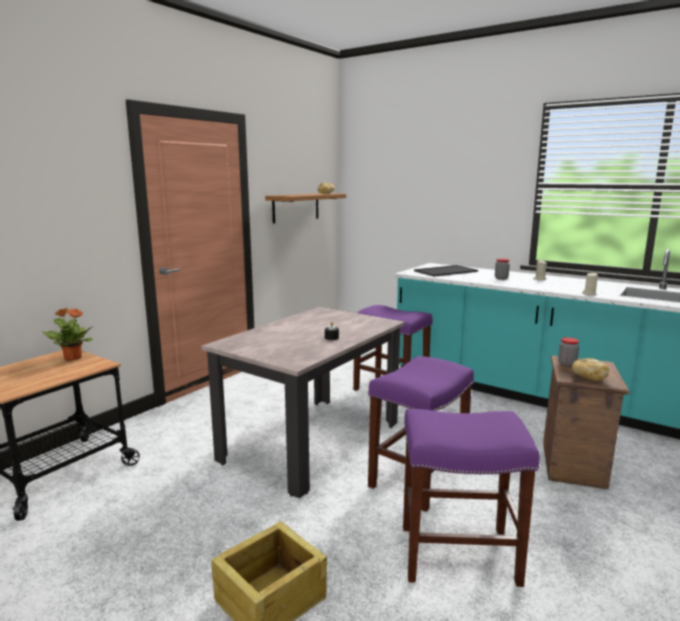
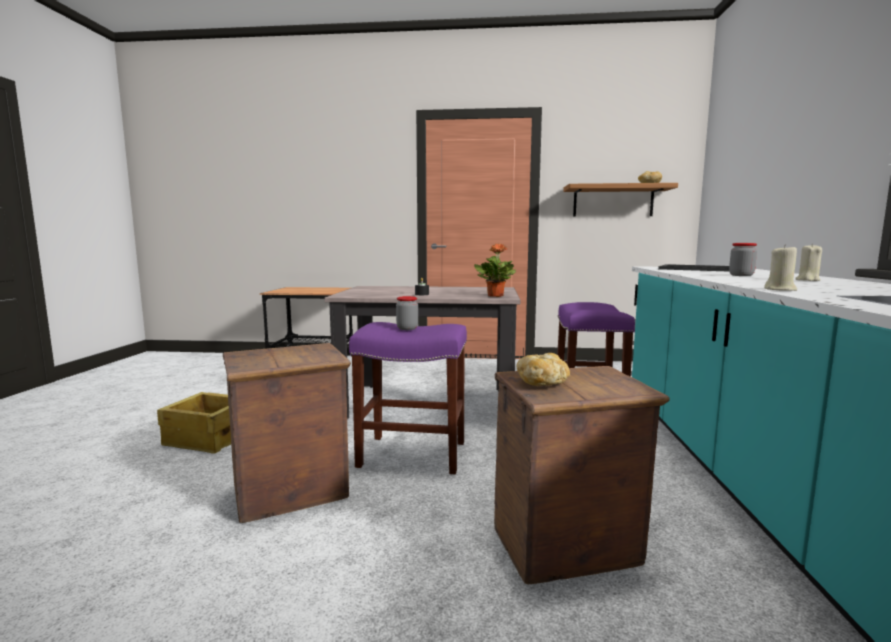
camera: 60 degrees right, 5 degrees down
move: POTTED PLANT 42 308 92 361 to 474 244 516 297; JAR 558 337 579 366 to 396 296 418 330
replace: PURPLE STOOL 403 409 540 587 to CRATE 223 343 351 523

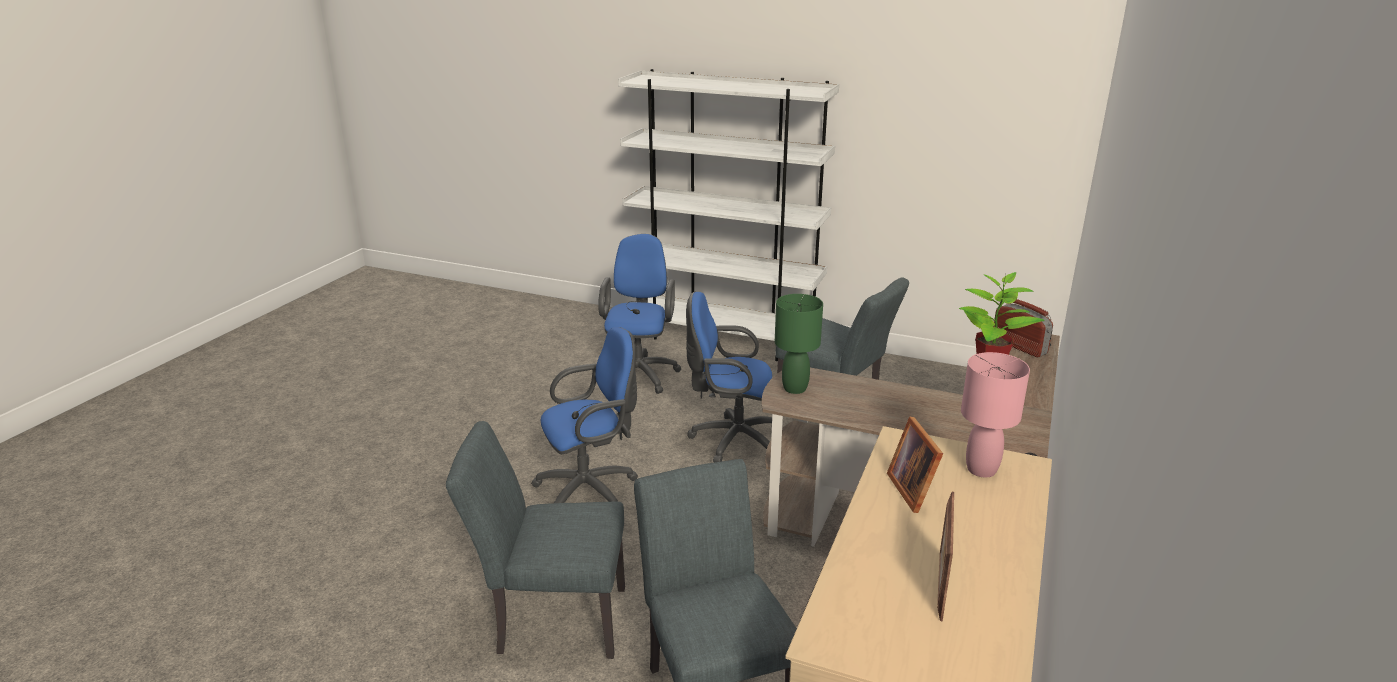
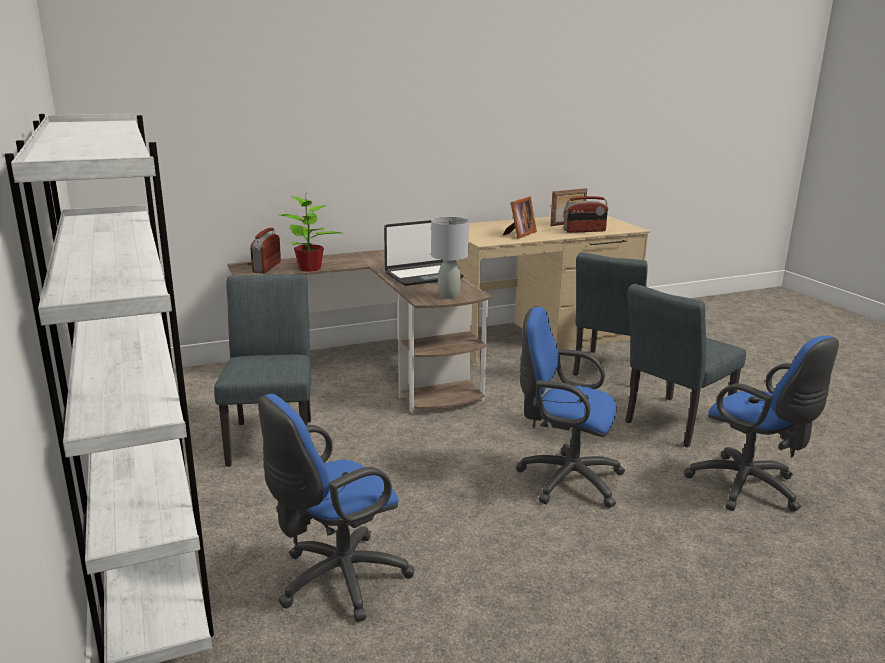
camera: 135 degrees left, 5 degrees down
delete: PINK TABLE LAMP 961 352 1030 477
insert: RADIO 564 196 608 233; LAPTOP 384 220 463 286
move: BLUE OFFICE CHAIR 686 291 772 463 to 684 336 839 512
recolor: GREEN TABLE LAMP 775 294 823 394 to GREY TABLE LAMP 431 217 469 299
rotate: GREY CHAIR 446 421 625 659 = 625 284 746 448 90 degrees clockwise

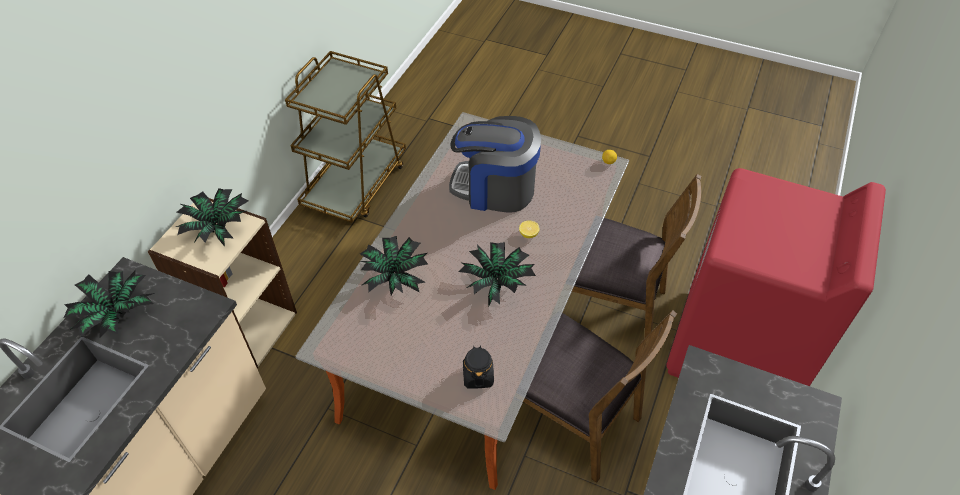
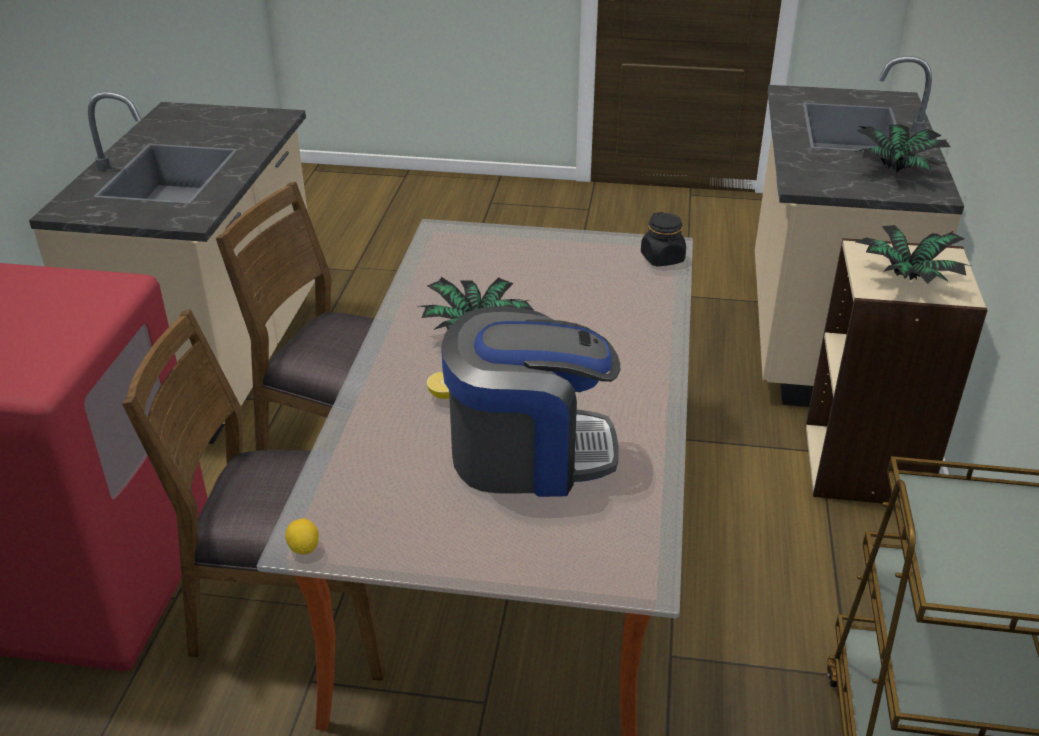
camera: 165 degrees right, 15 degrees down
delete: POTTED PLANT 360 236 428 295
move: BLACK JAR 463 345 494 389 to 641 212 686 267

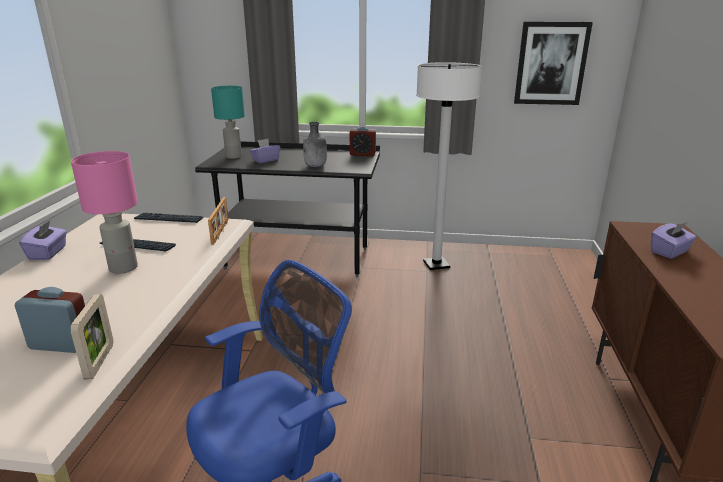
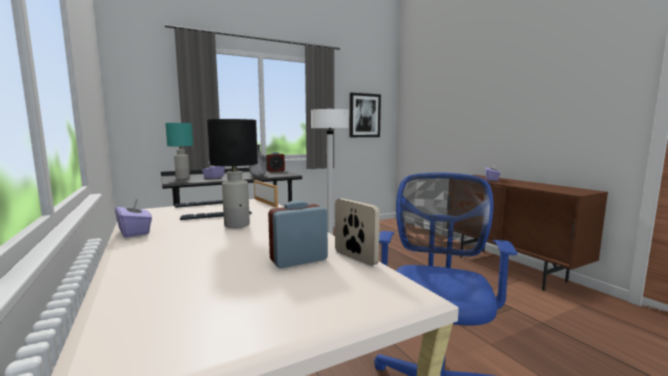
camera: 35 degrees left, 15 degrees down
recolor: PINK TABLE LAMP 71 151 138 274 to BLACK TABLE LAMP 207 119 258 228

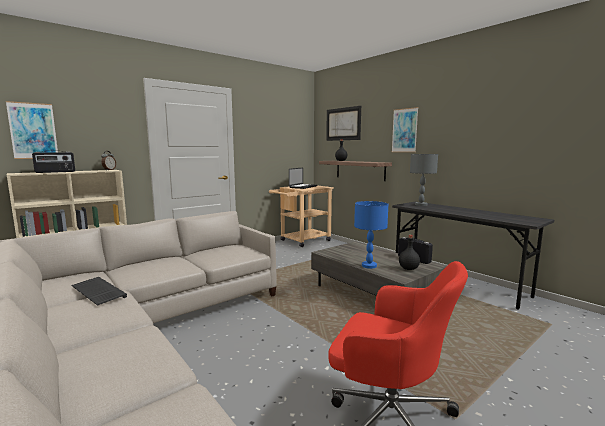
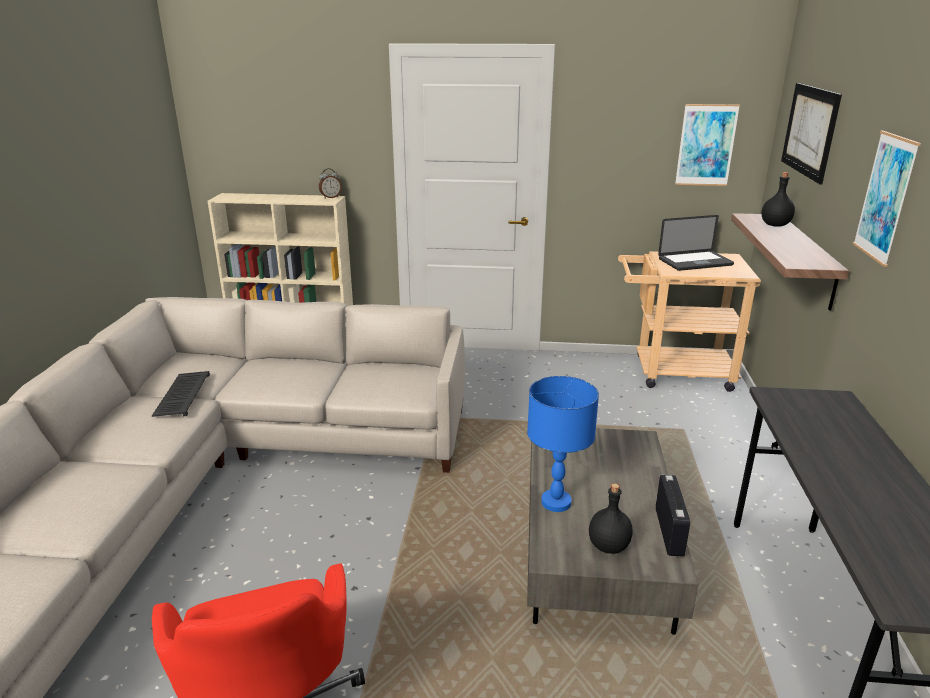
camera: 45 degrees right, 15 degrees up
delete: RADIO 32 151 75 173; GREY TABLE LAMP 410 154 438 206
move: PICTURE 6 101 58 159 to 675 104 740 186

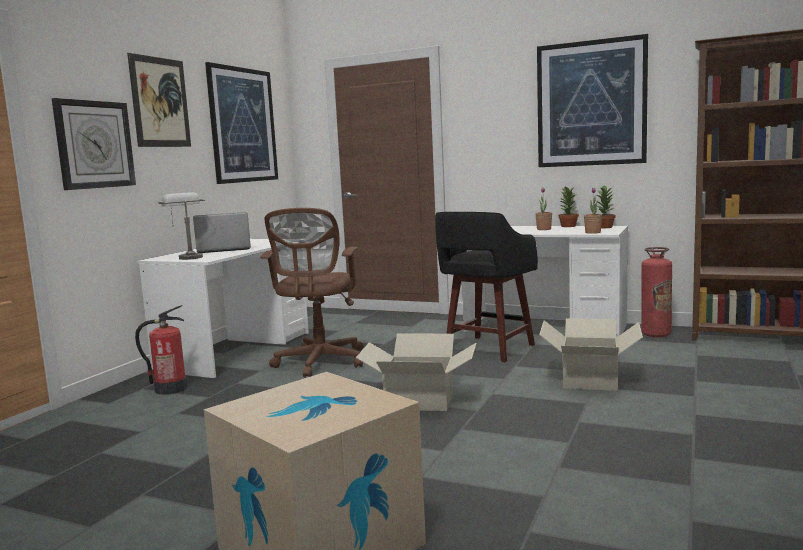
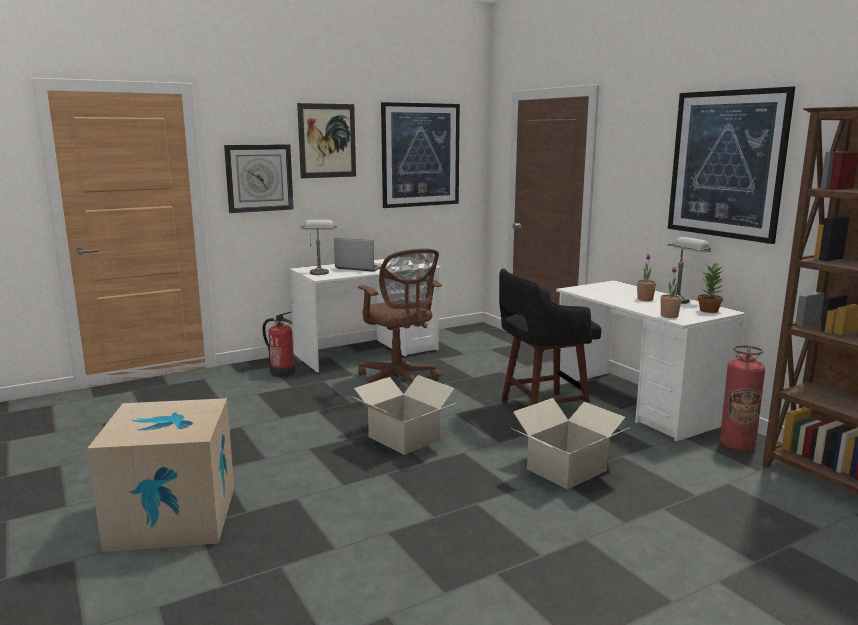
camera: 35 degrees right, 5 degrees up
replace: POTTED PLANT 558 187 579 227 to GREY TABLE LAMP 667 237 711 304
rotate: BROWN OFFICE CHAIR 261 208 363 378 = 358 248 442 383 75 degrees counterclockwise

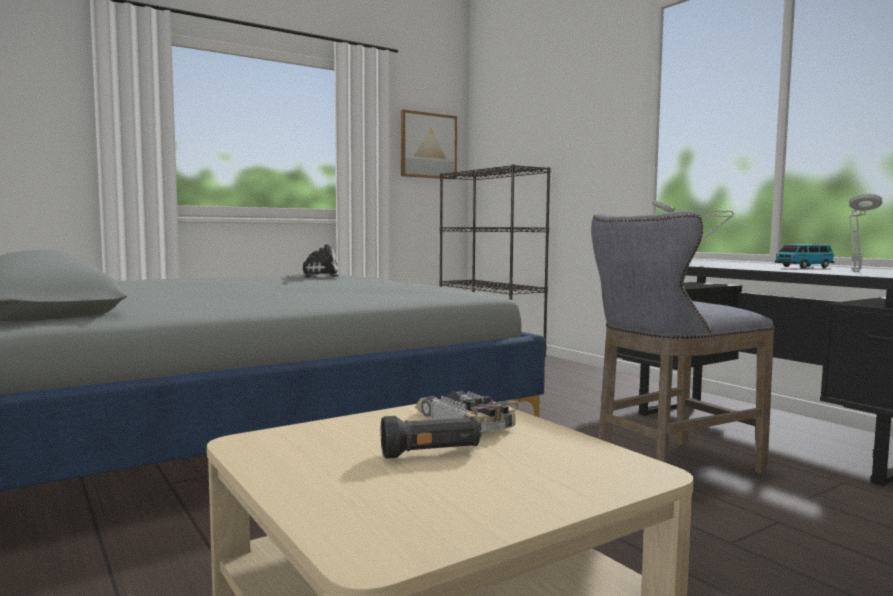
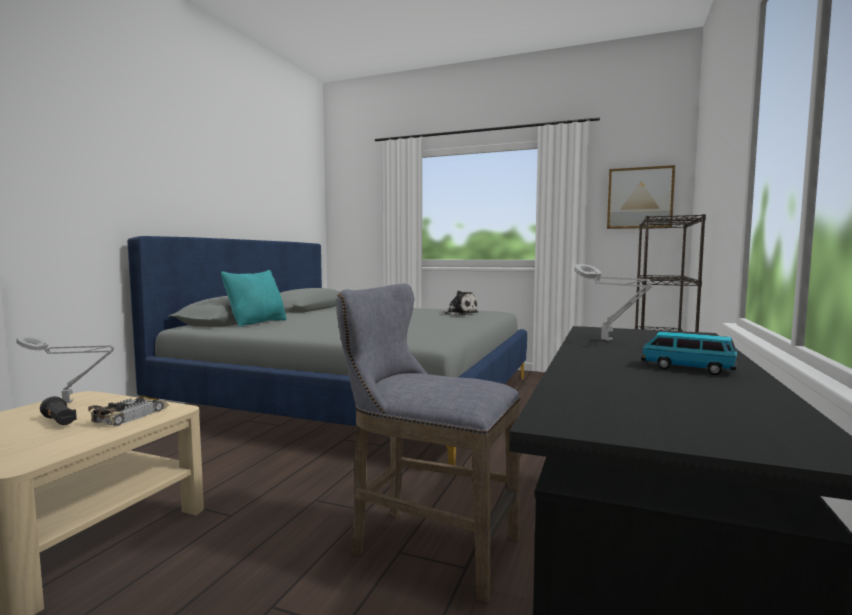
camera: 55 degrees right, 0 degrees up
insert: TURQUOISE PILLOW 221 270 287 327
move: GREY TABLE LAMP 849 194 882 270 to 16 336 114 403

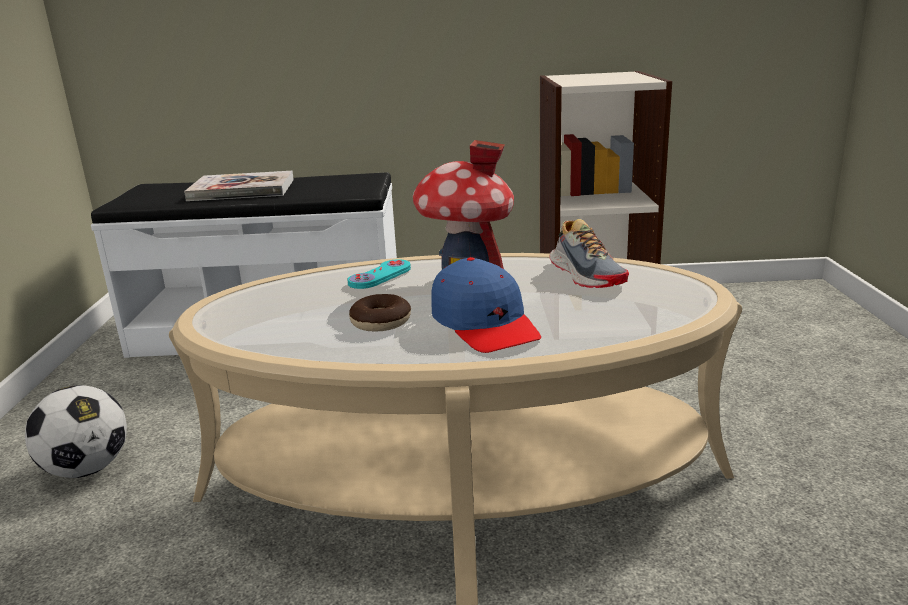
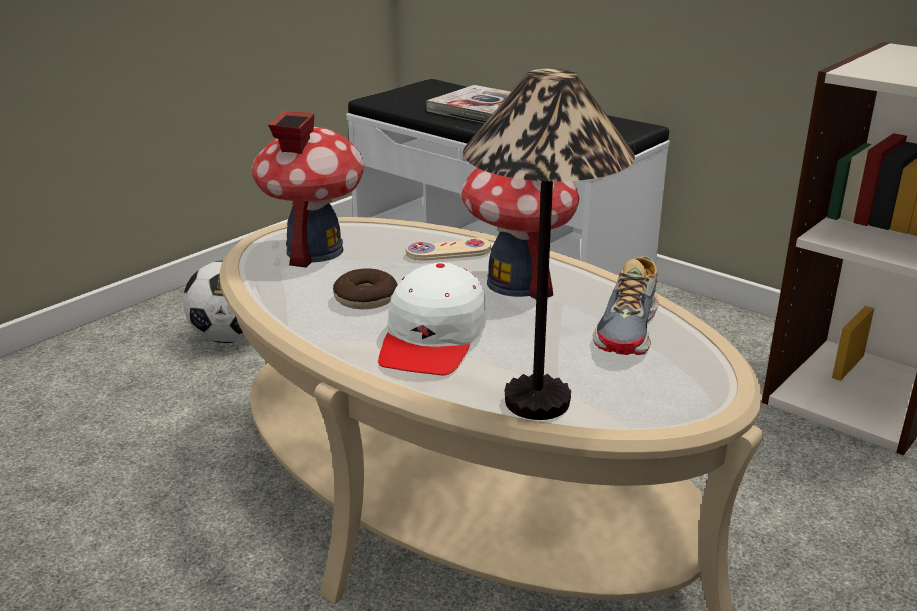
camera: 40 degrees right, 5 degrees up
insert: TABLE LAMP 463 69 635 420; TOY HOUSE 252 110 364 268
recolor: BLUE CAP 431 257 541 353 to WHITE CAP 378 262 486 375; TURQUOISE GAME CONTROLLER 347 259 411 289 to BEIGE GAME CONTROLLER 406 237 491 261

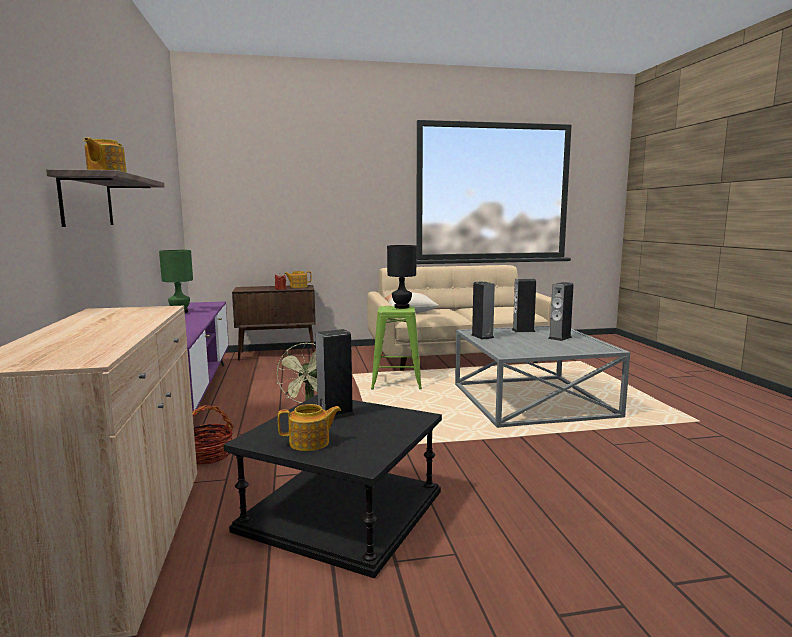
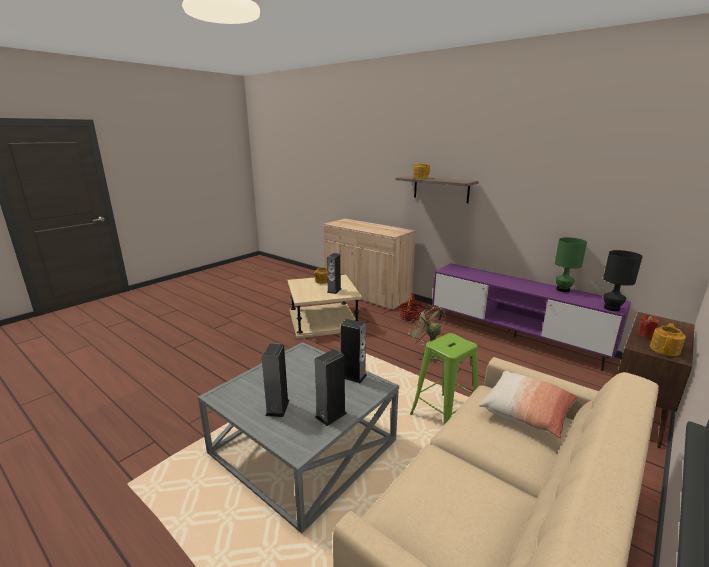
camera: 140 degrees right, 10 degrees up
move: BLACK TABLE LAMP 387 245 417 309 to 603 250 643 312
recolor: BLACK SIDE TABLE 224 395 442 579 to BEIGE SIDE TABLE 288 275 362 339

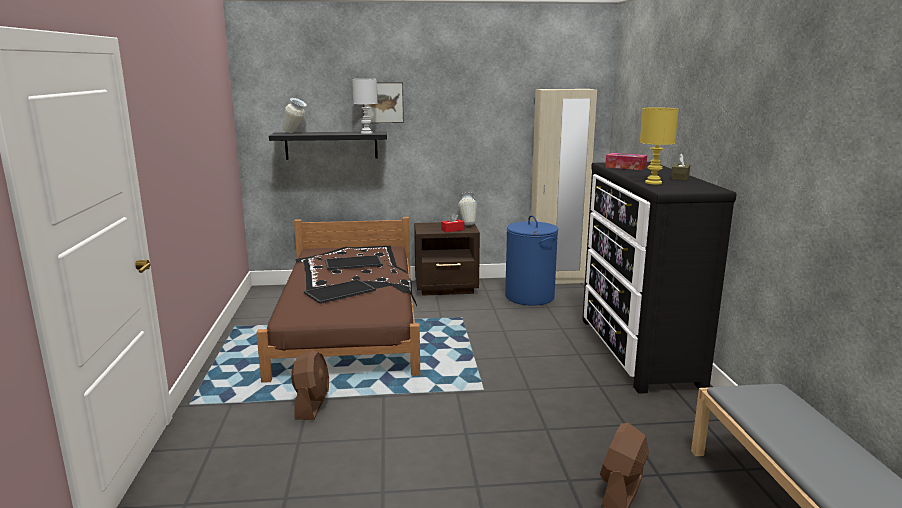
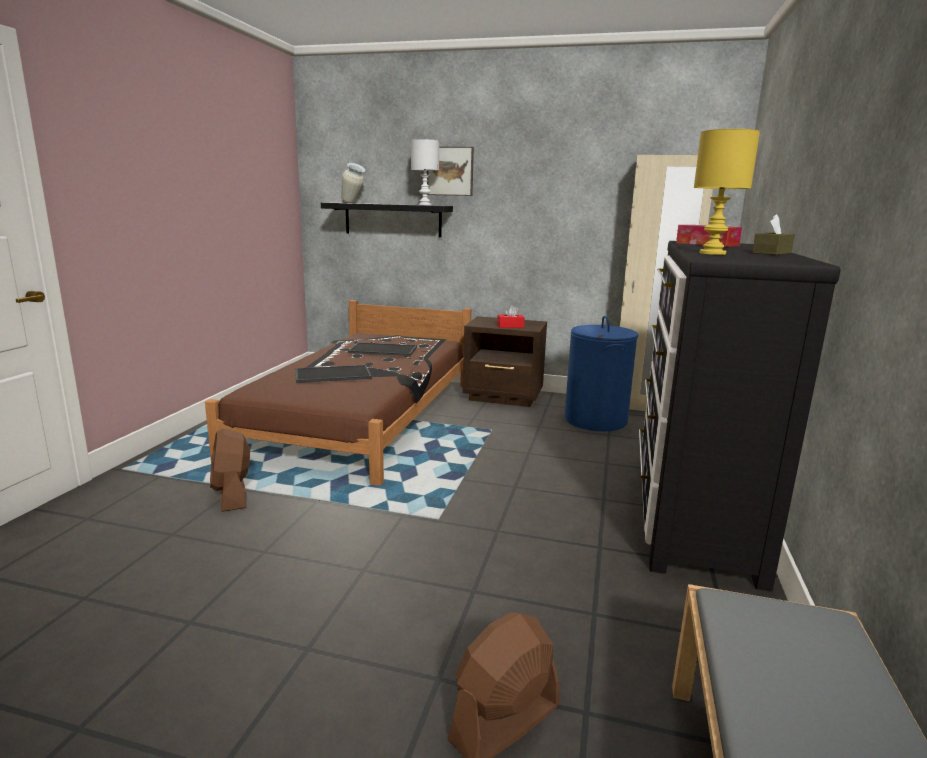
camera: 20 degrees right, 0 degrees up
delete: VASE 458 193 477 226
rotate: BROWN FAN 291 350 329 420 = 210 428 250 512 135 degrees clockwise

